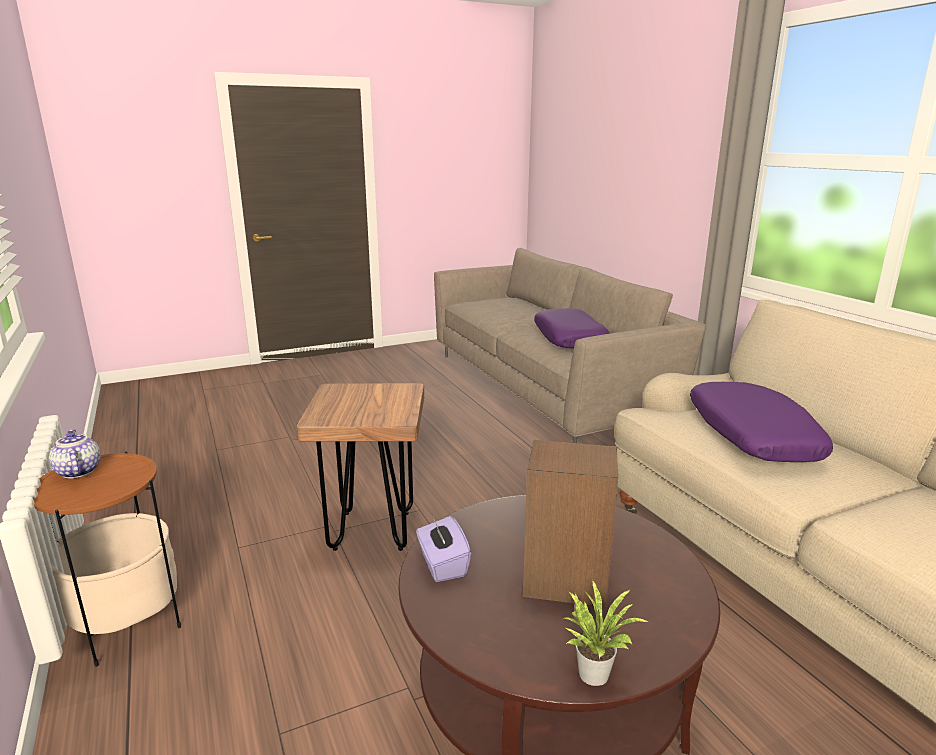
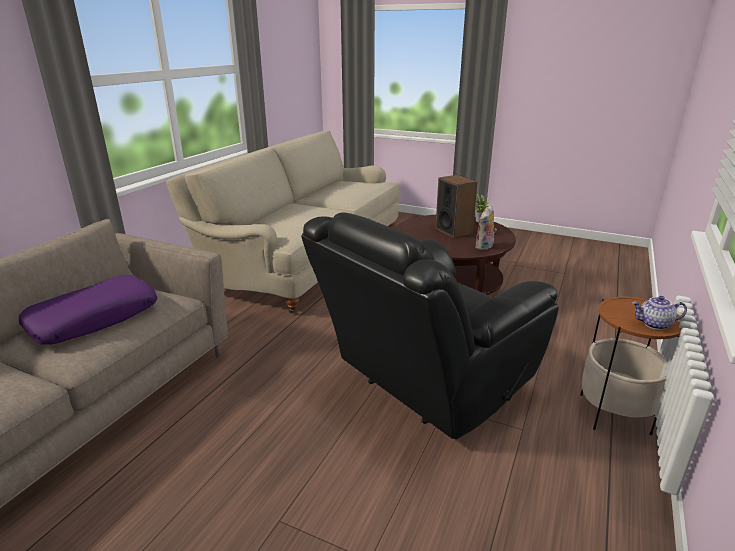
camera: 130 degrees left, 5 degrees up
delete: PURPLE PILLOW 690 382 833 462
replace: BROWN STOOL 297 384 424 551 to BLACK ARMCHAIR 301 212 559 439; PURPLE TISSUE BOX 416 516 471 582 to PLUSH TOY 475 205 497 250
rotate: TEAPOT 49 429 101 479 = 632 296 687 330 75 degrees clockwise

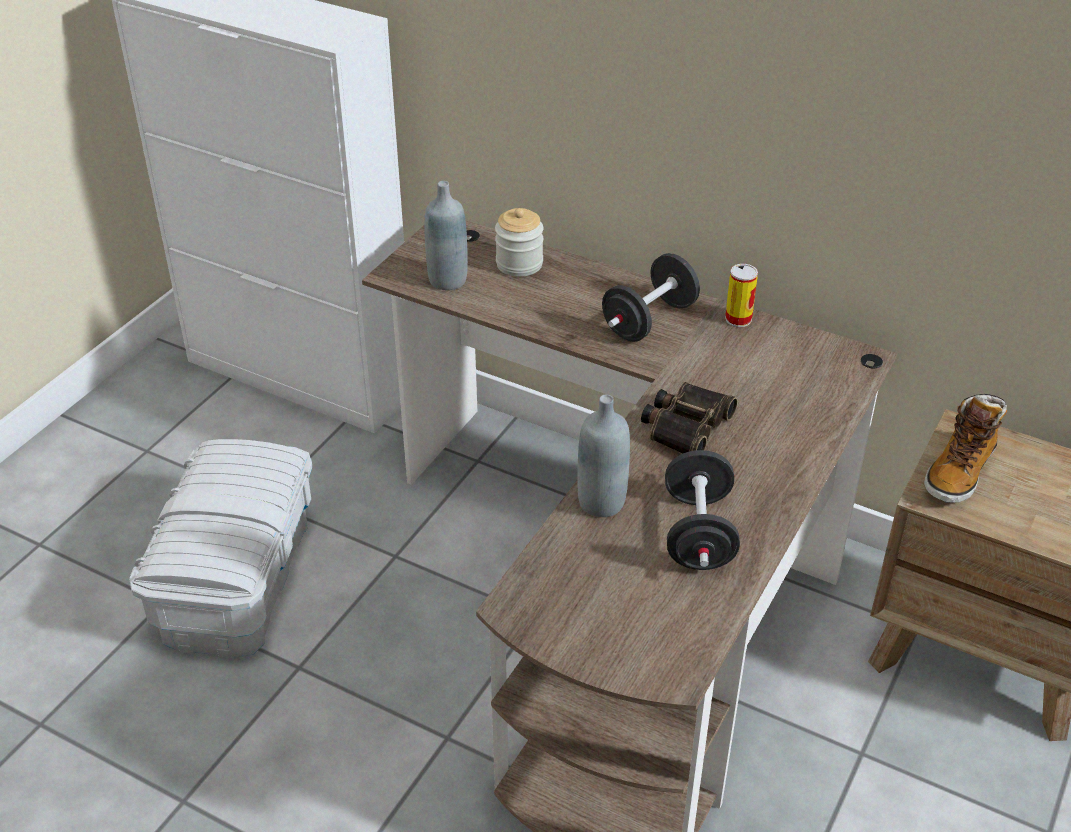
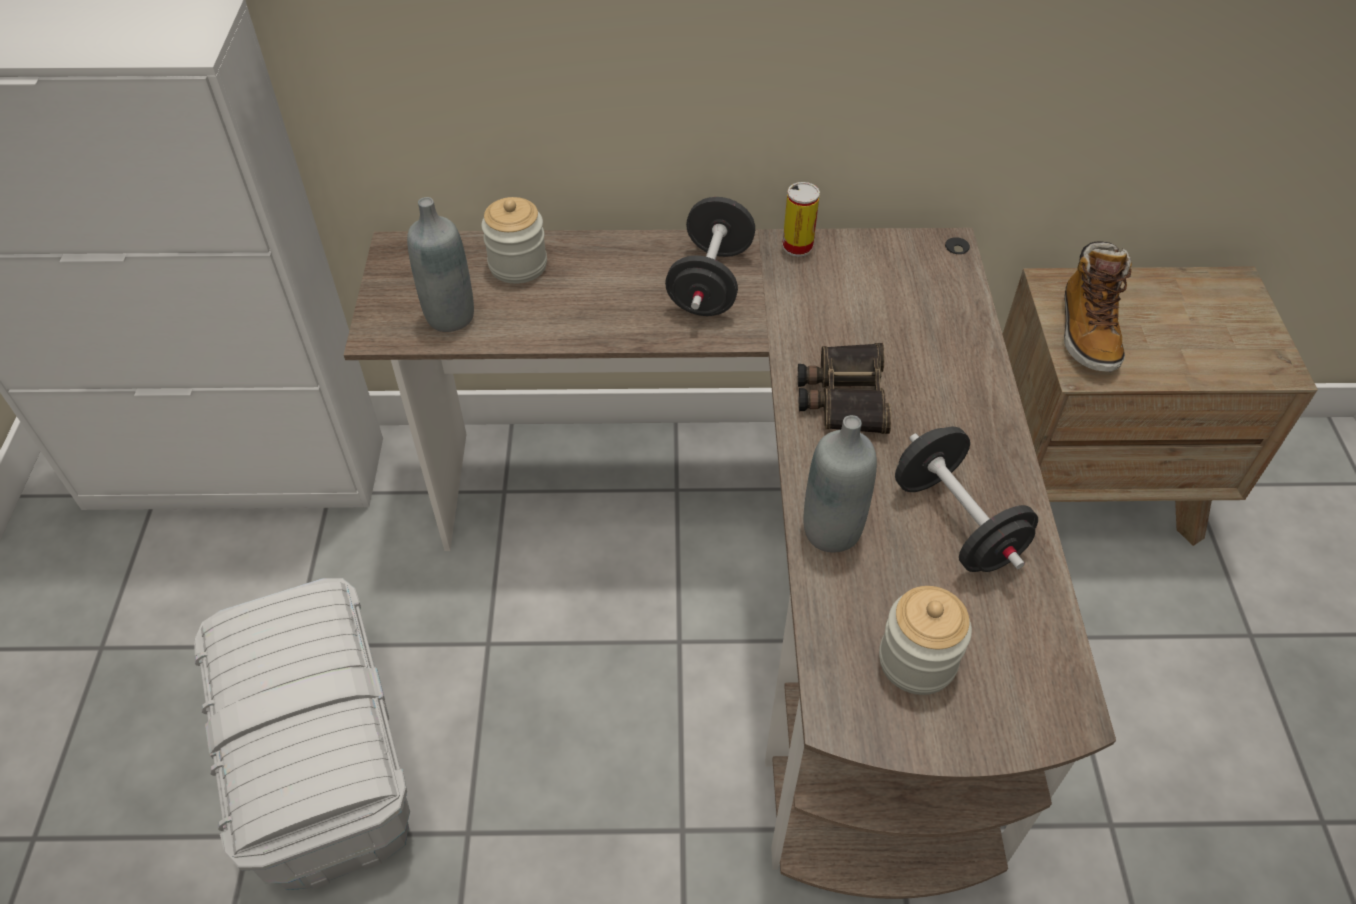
camera: 30 degrees left, 10 degrees up
insert: JAR 879 586 972 695

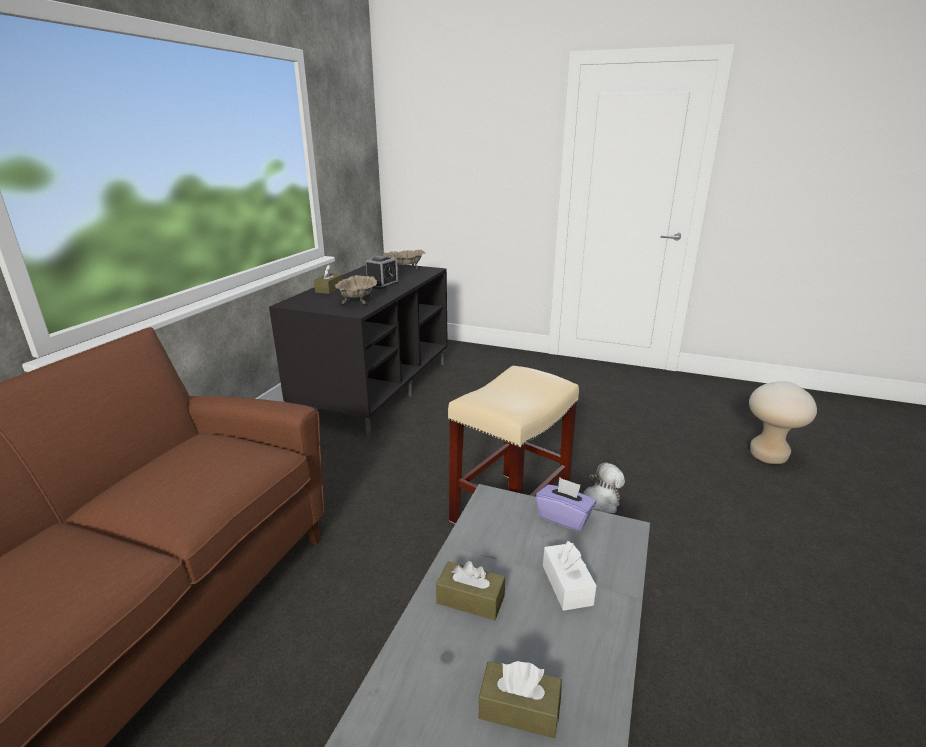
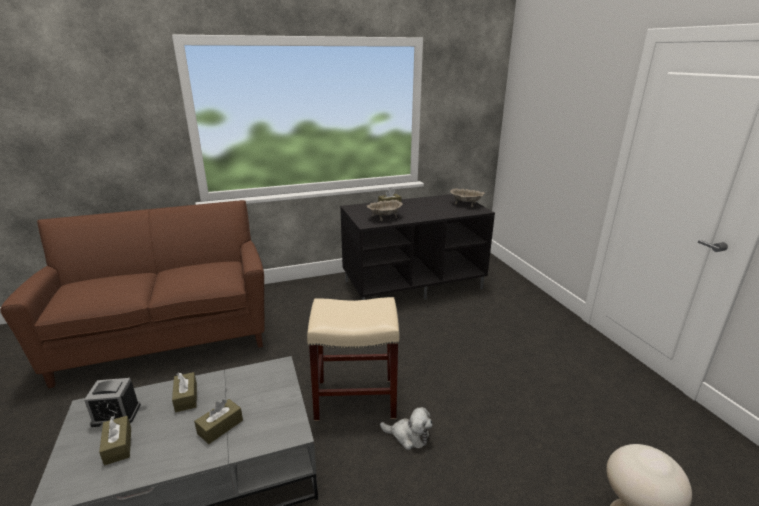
camera: 50 degrees right, 0 degrees up
delete: PURPLE TISSUE BOX 536 477 596 531
move: ALARM CLOCK 366 256 399 290 to 84 378 141 427
recolor: WHITE TISSUE BOX 543 541 597 611 to BROWN TISSUE BOX 194 399 243 444

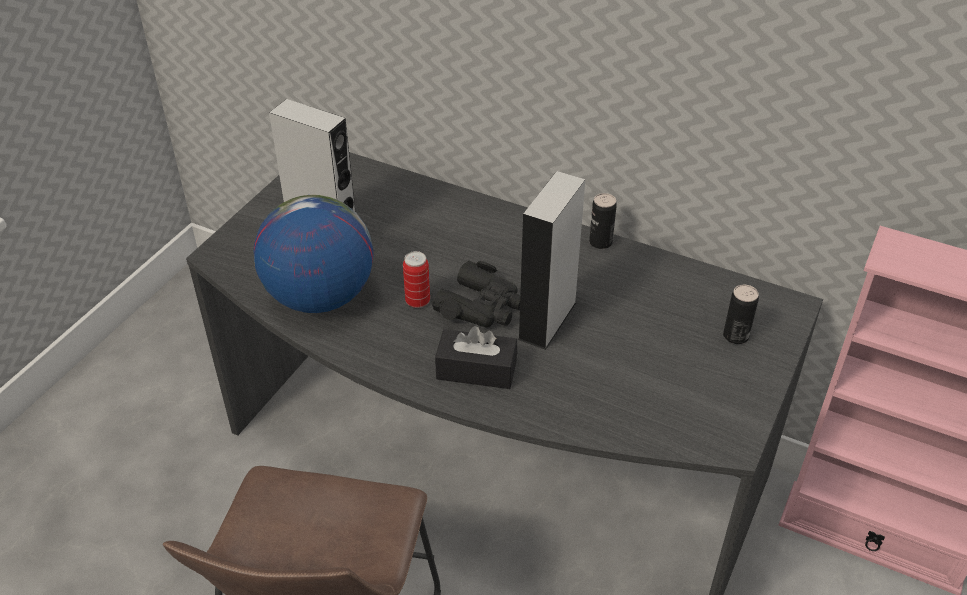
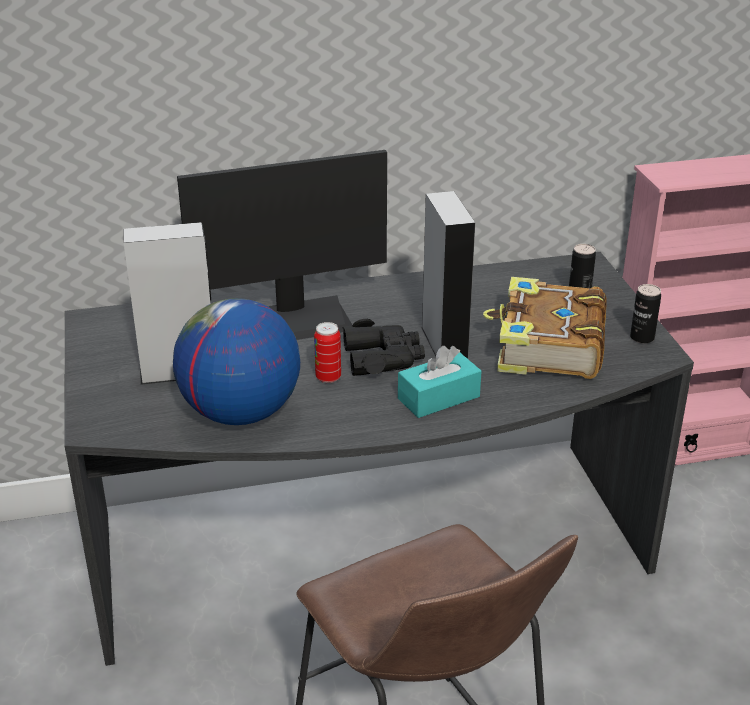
camera: 40 degrees left, 10 degrees down
insert: MONITOR 177 150 387 340; BOOK 483 277 607 379
move: CAN 589 193 617 249 to 630 284 661 344
recolor: BLACK TISSUE BOX 435 326 517 389 to TURQUOISE TISSUE BOX 398 346 482 418

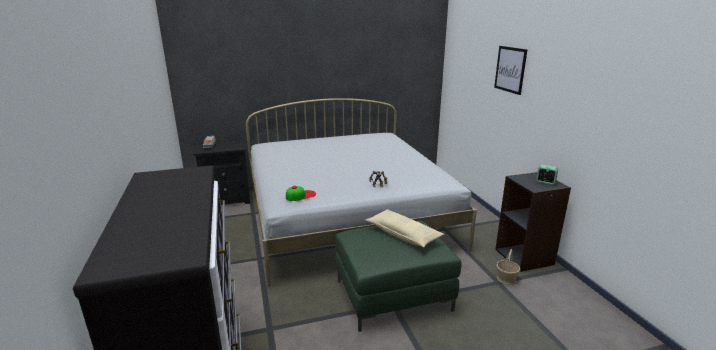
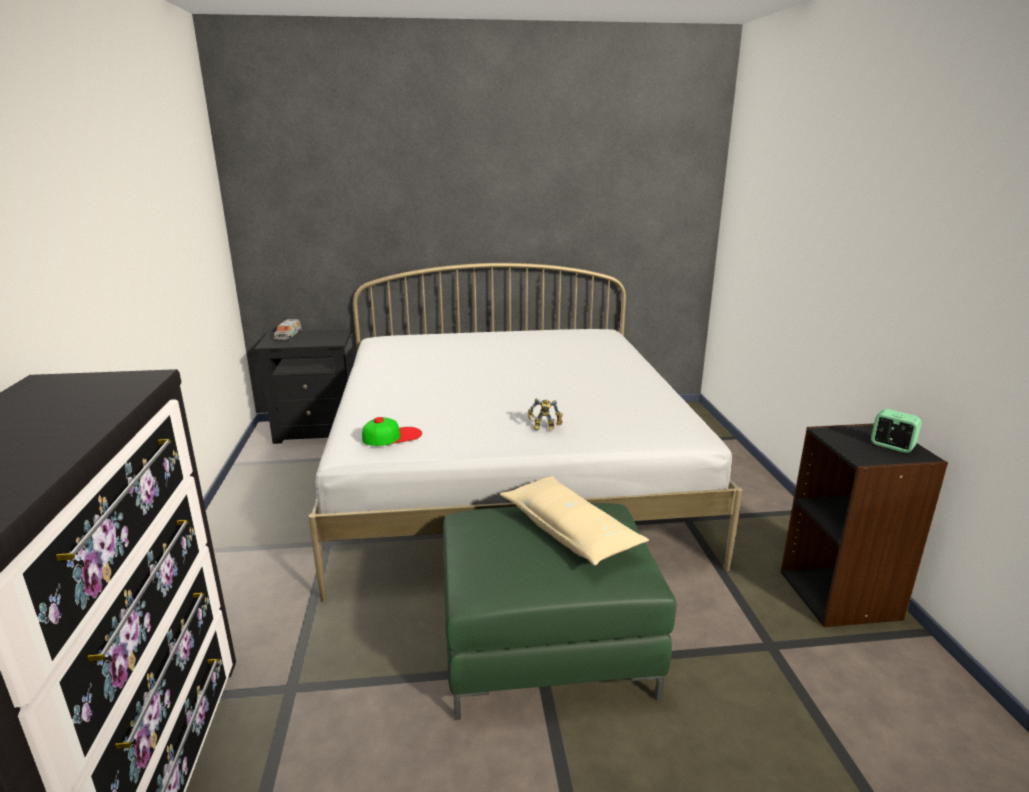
camera: 10 degrees right, 0 degrees up
delete: PICTURE 494 46 527 95; BASKET 496 249 520 285

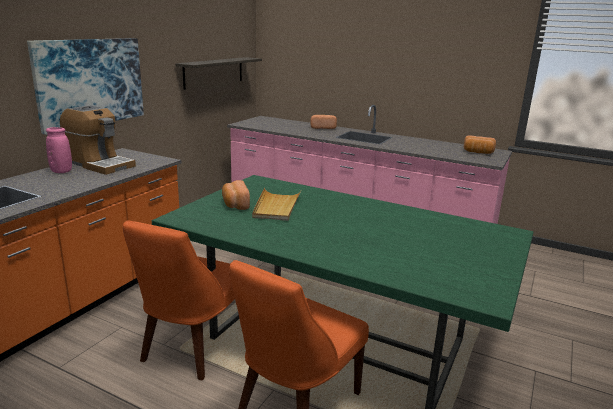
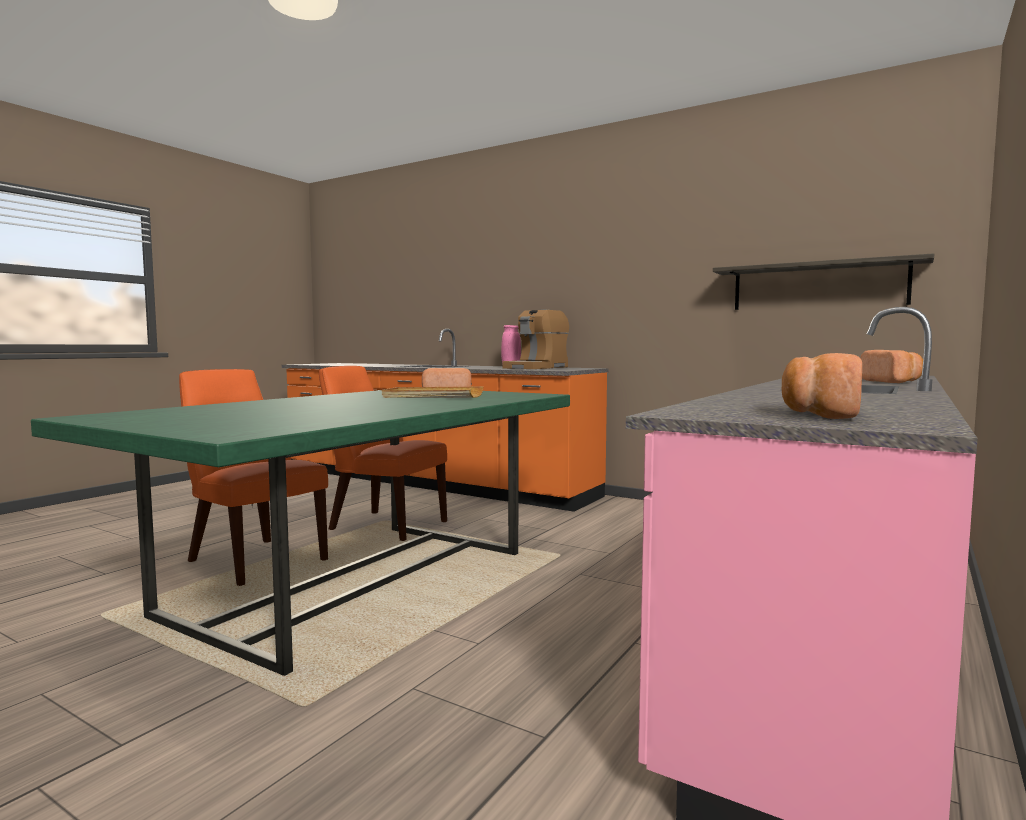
camera: 95 degrees right, 15 degrees down
delete: PICTURE 27 38 144 135

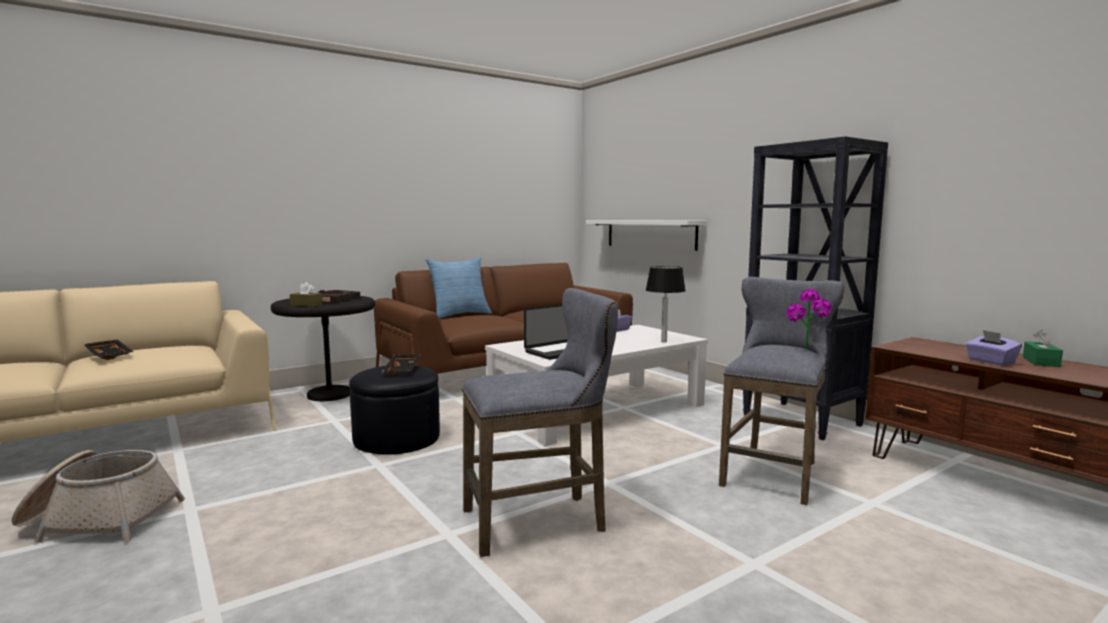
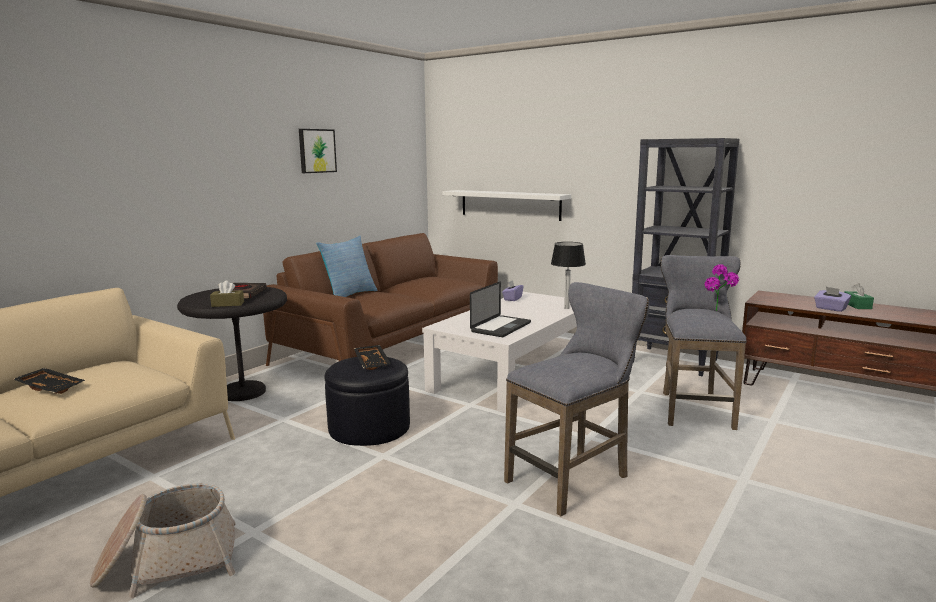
camera: 20 degrees left, 5 degrees up
insert: PICTURE 299 129 337 173

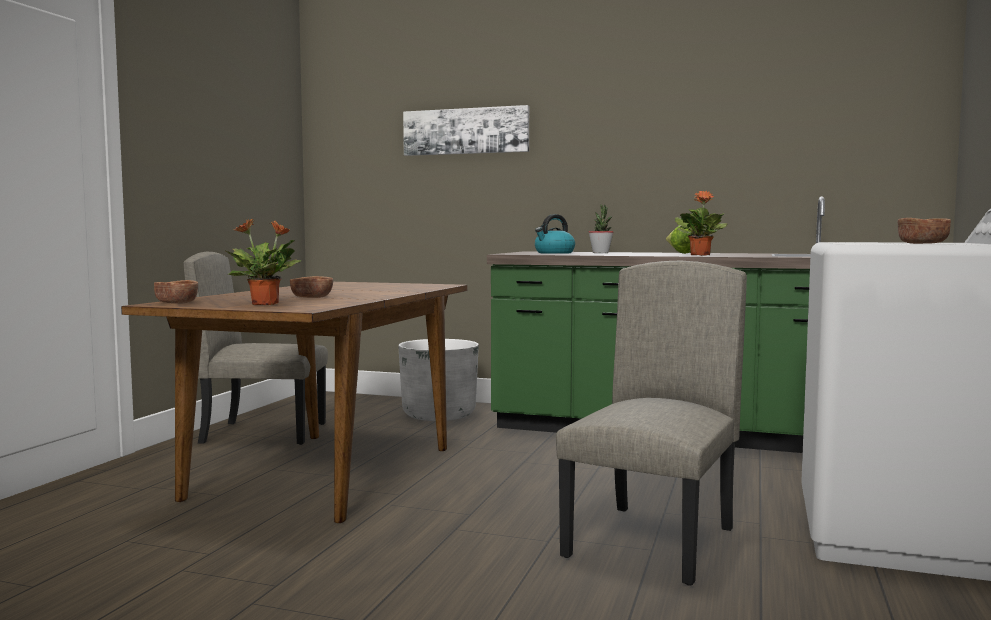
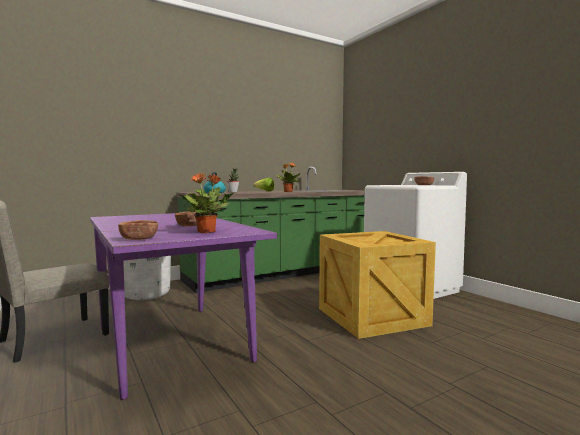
camera: 50 degrees left, 0 degrees up
delete: PICTURE 403 105 529 156
replace: BEIGE CHAIR 556 261 747 586 to CRATE 319 231 436 339
recolor: BROWN DINING TABLE 121 282 467 523 to PURPLE DINING TABLE 90 213 277 400

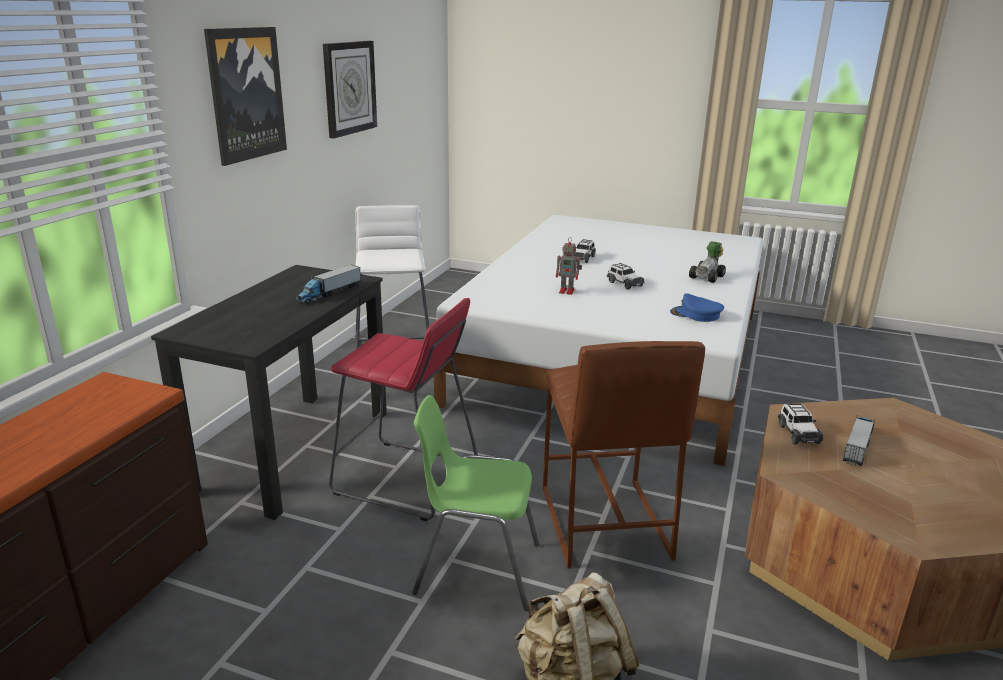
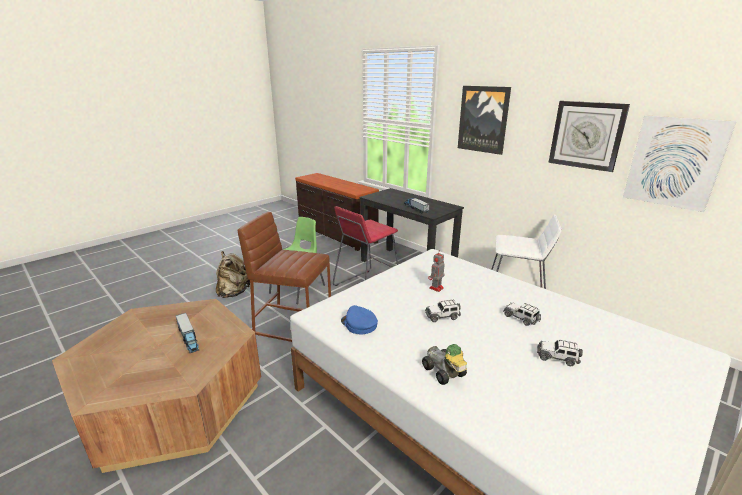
camera: 115 degrees right, 0 degrees up
insert: PICTURE 623 115 737 212
move: TOY CAR 778 403 823 444 to 537 340 583 366
rotate: BLUE CAP 670 293 724 322 = 341 305 378 334 90 degrees counterclockwise

